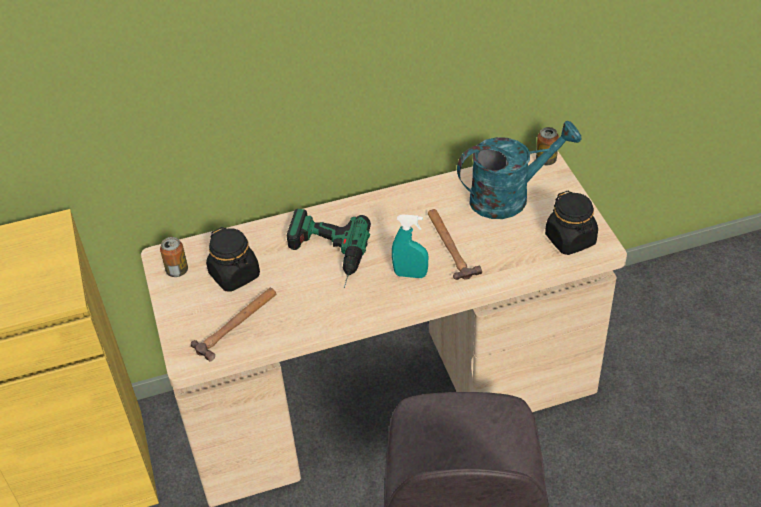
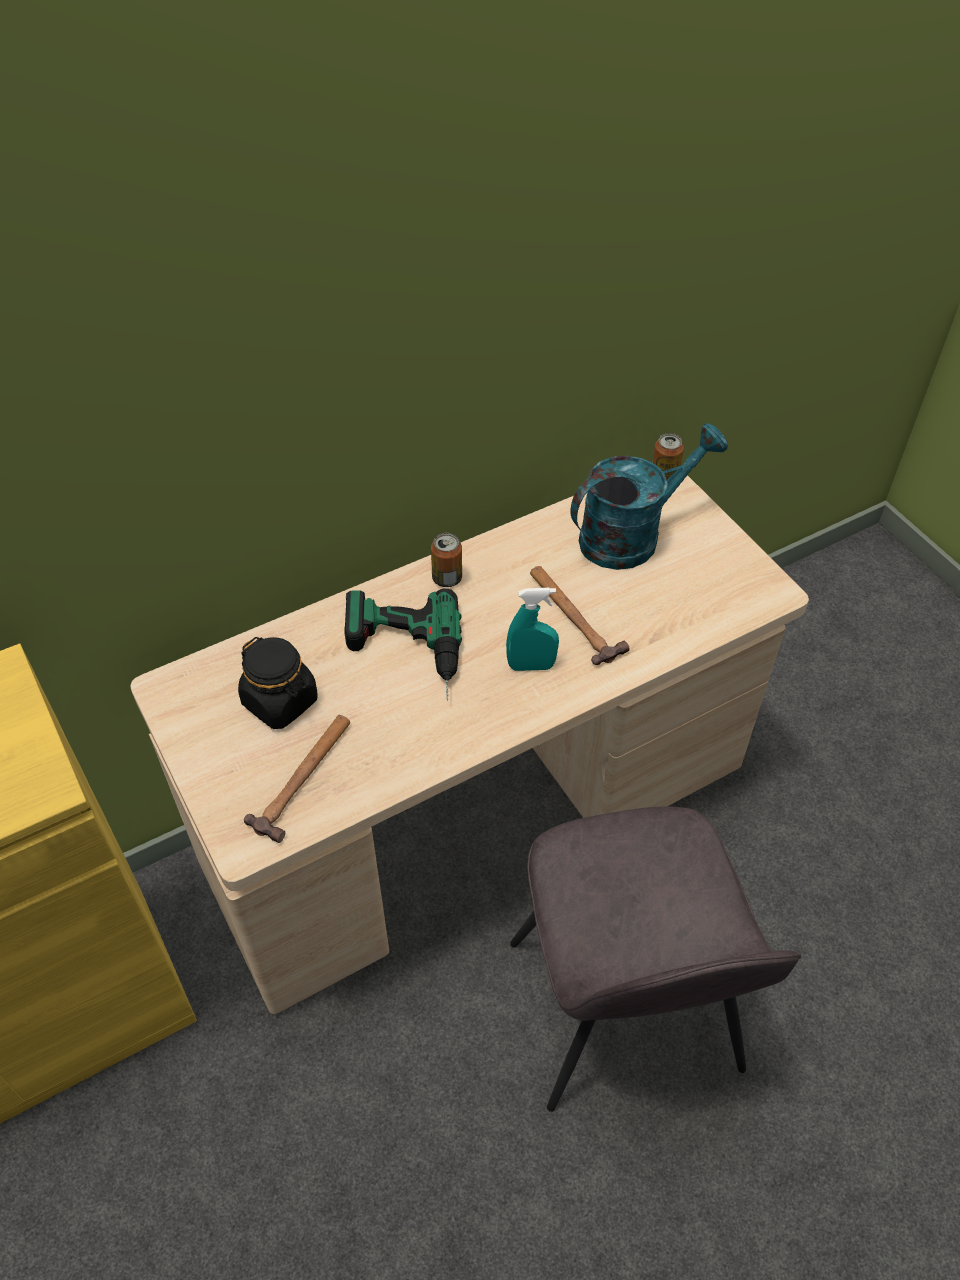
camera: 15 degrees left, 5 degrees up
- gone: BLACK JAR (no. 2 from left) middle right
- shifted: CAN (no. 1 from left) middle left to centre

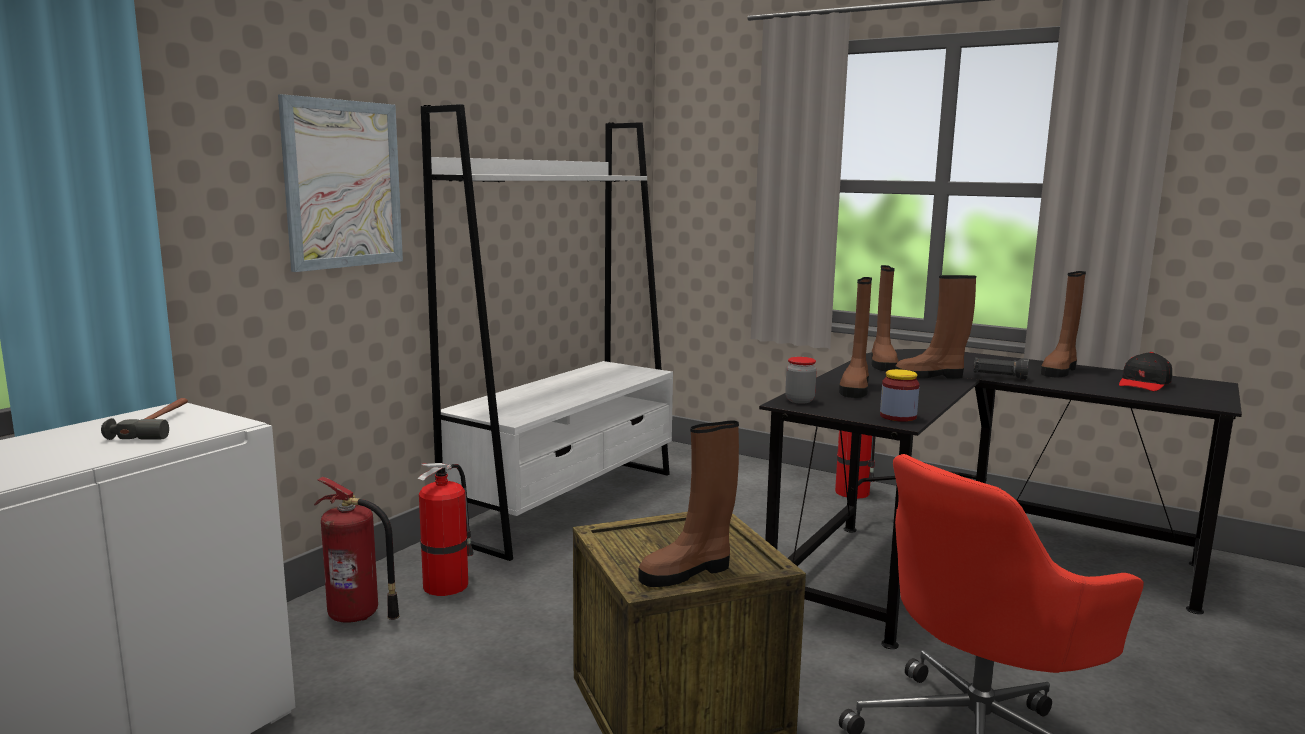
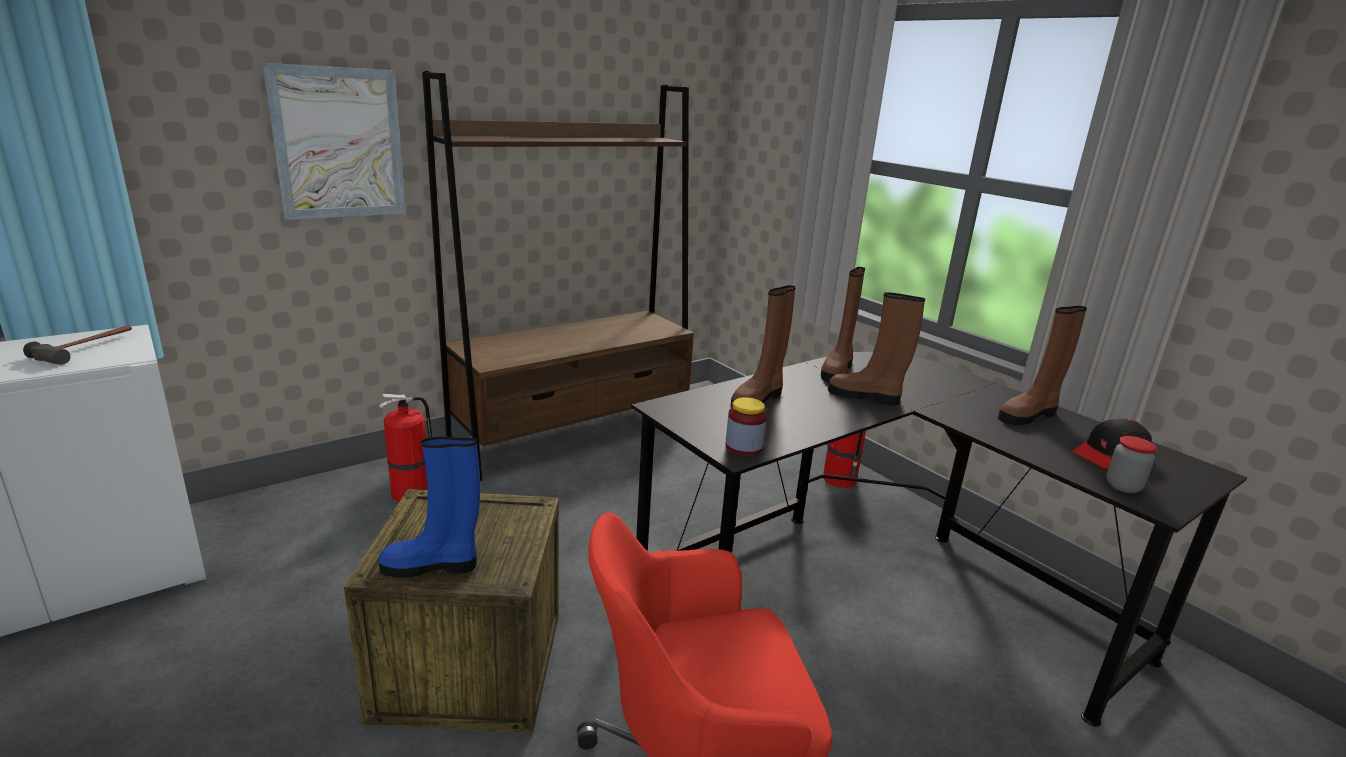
camera: 20 degrees right, 10 degrees up
- repainted: WHITE BOOKCASE centre to BROWN BOOKCASE centre
- shifted: JAR (no. 1 from left in the first image) centre to JAR (no. 2 from left) middle right
- gone: BLACK FLASHLIGHT middle right
- repainted: BROWN BOOT (no. 1 from left) bottom centre to BLUE BOOT bottom left
- gone: FIRE EXTINGUISHER (no. 1 from left) bottom left

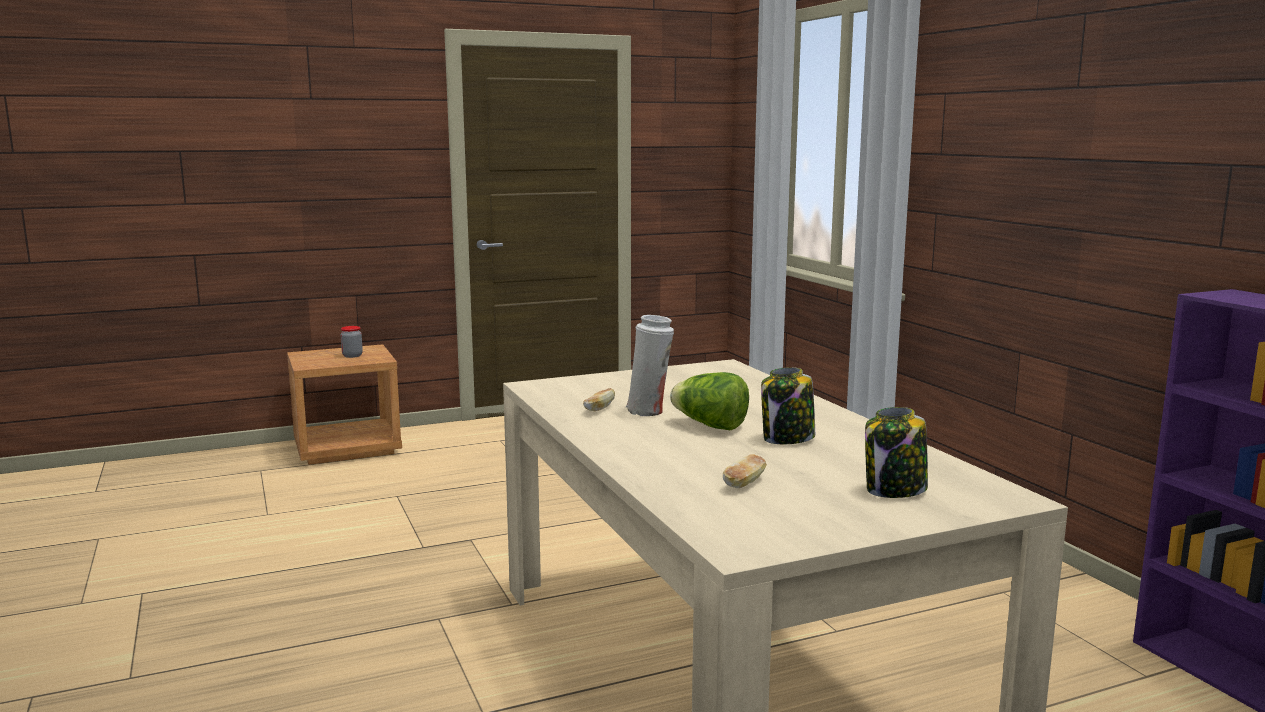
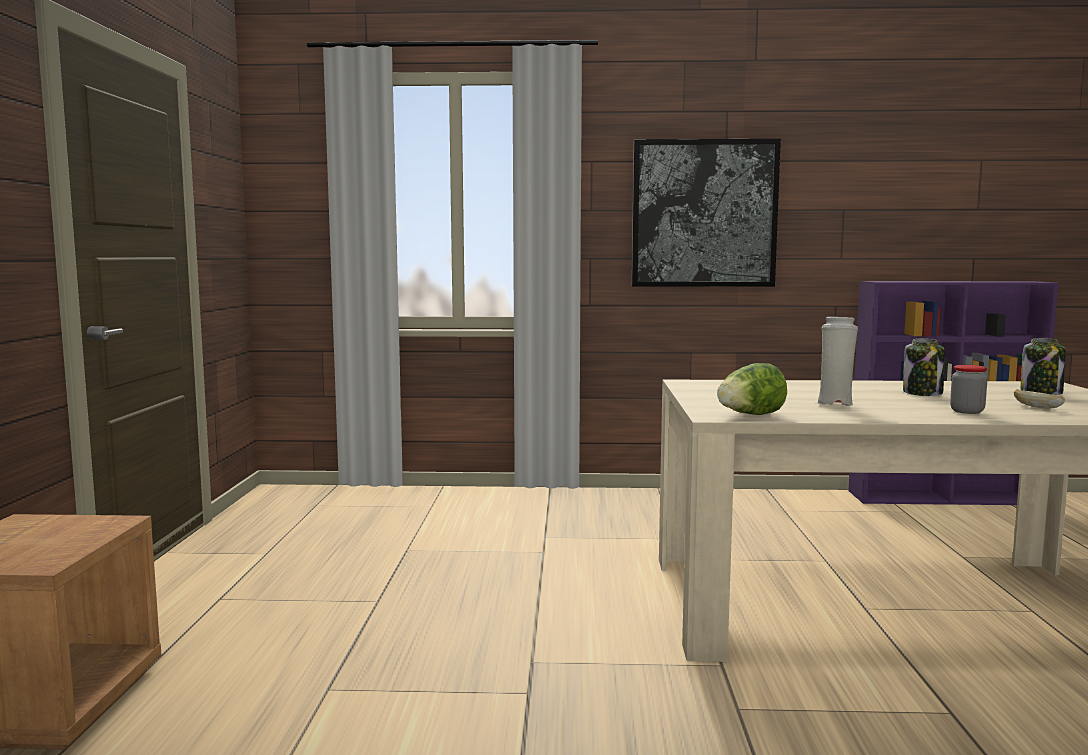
camera: 65 degrees left, 5 degrees down
- shifted: JAR (no. 1 from left in the first image) middle left to JAR (no. 2 from left) middle right
- shifted: LETTUCE centre to middle right
- gone: BREAD (no. 1 from left) centre
- new: PICTURE top centre

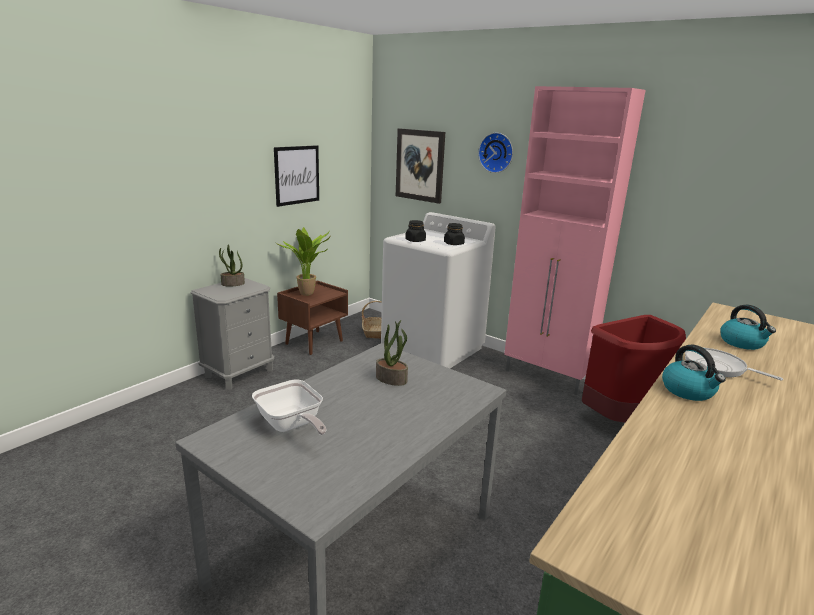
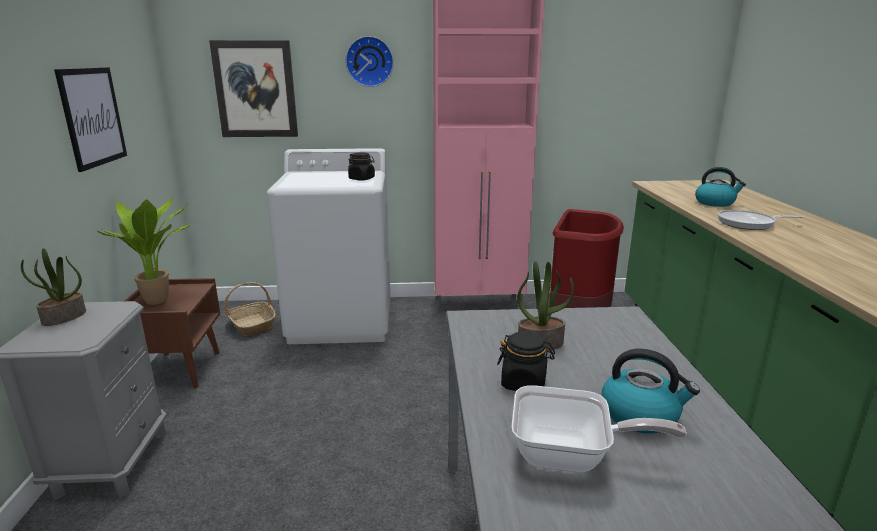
camera: 40 degrees left, 0 degrees up
- shifted: BLACK JAR (no. 1 from left in the first image) centre to BLACK JAR (no. 2 from left) bottom centre
- shifted: KETTLE (no. 1 from left) middle right to bottom right

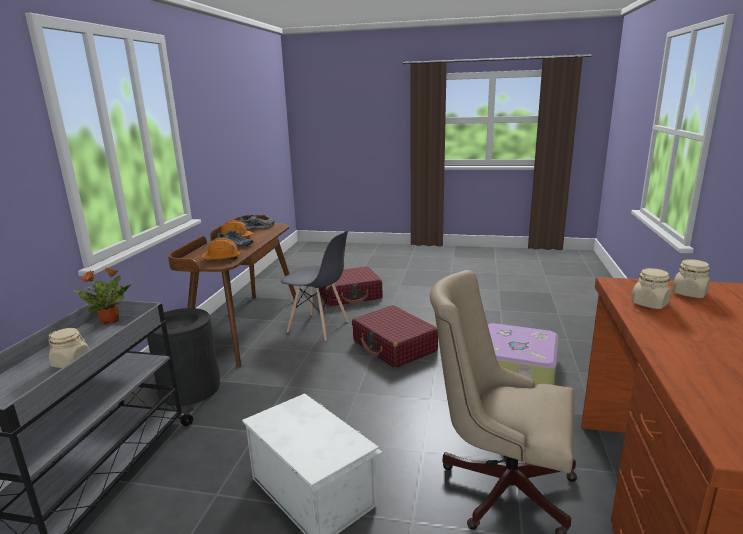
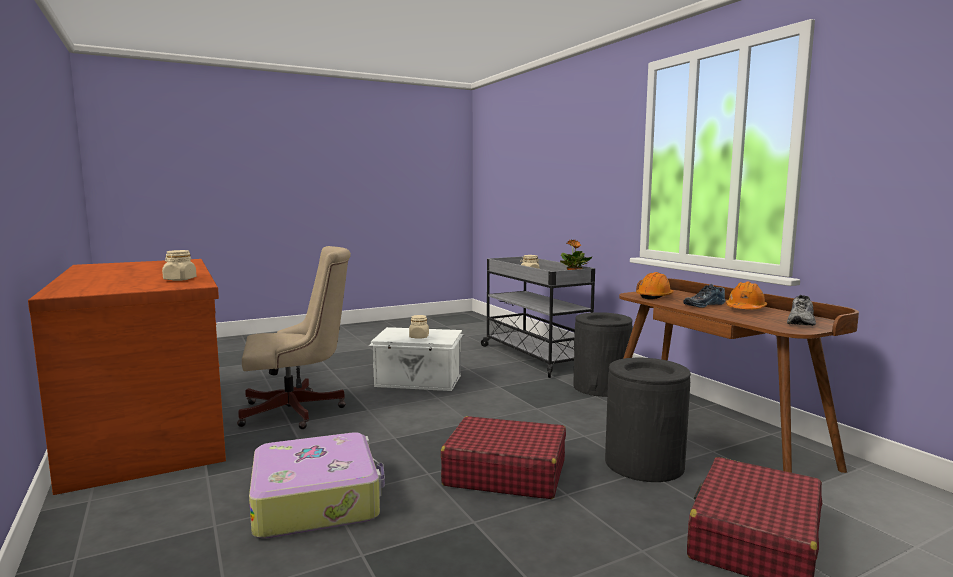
camera: 140 degrees right, 10 degrees down
- swapped: GREY CHAIR centre to BLACK TRASH CAN (no. 2 from left) bottom right
- shifted: BEIGE JAR (no. 3 from left in the first image) middle right to BEIGE JAR (no. 2 from left) centre

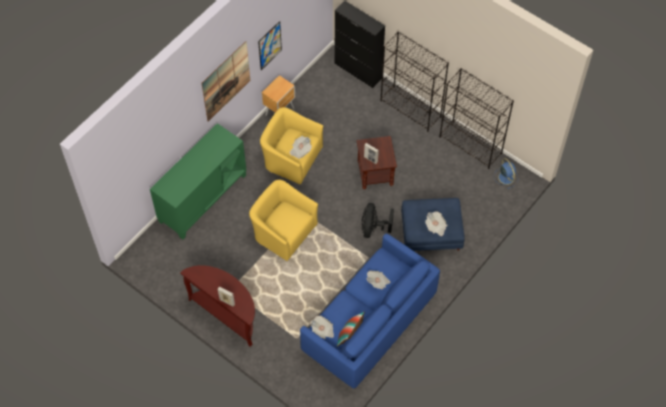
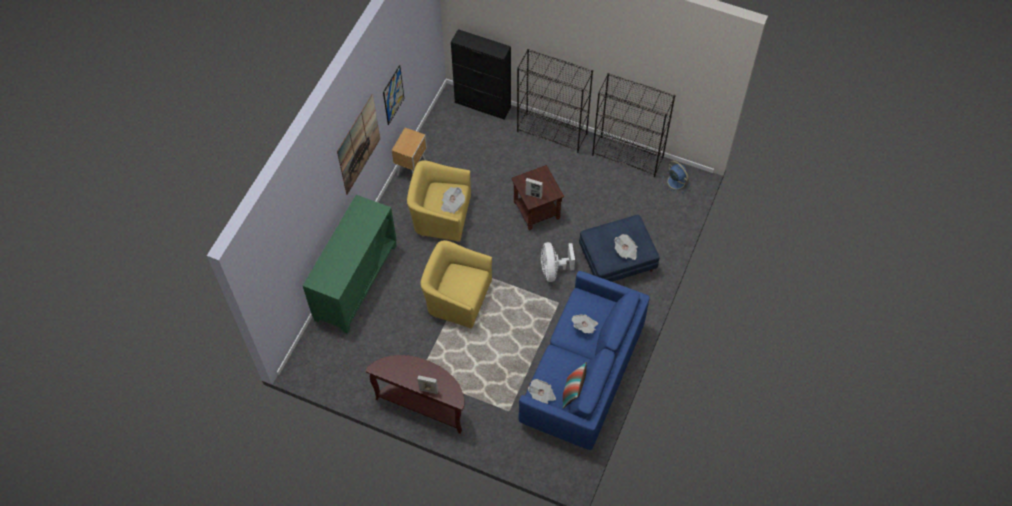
camera: 15 degrees left, 0 degrees up
- repainted: BLACK FAN centre to WHITE FAN centre

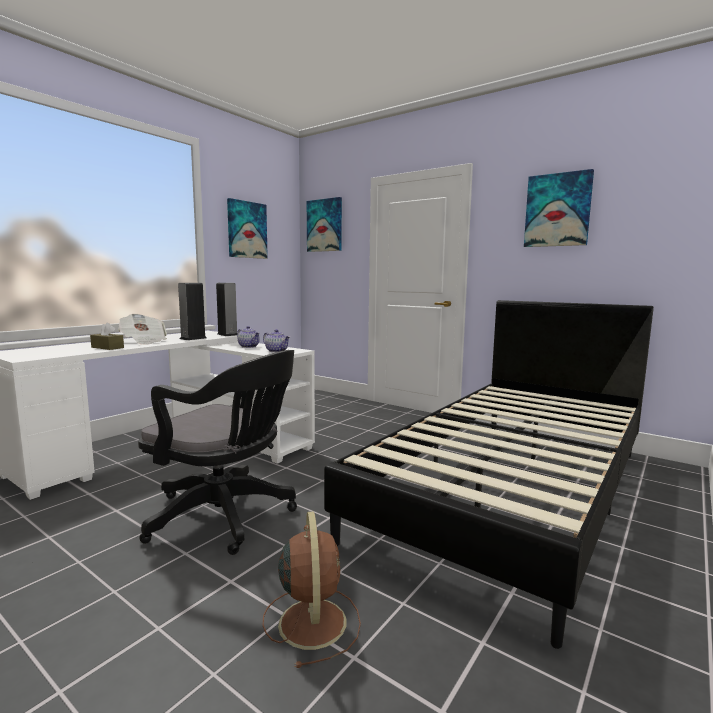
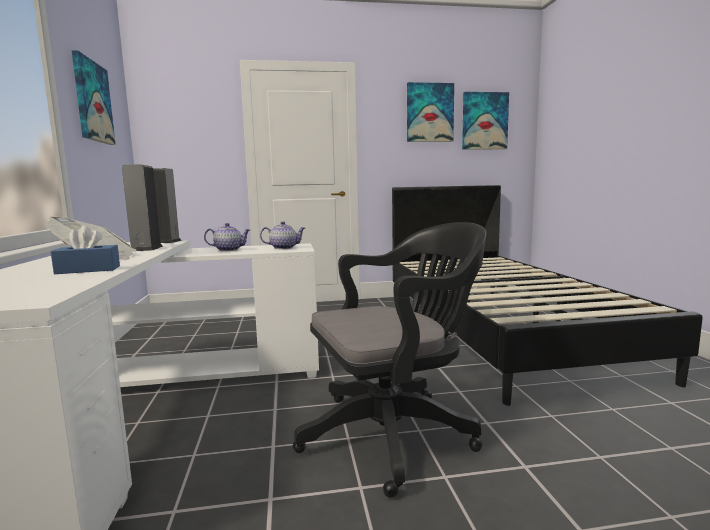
camera: 45 degrees left, 0 degrees up
- shifted: PICTURE (no. 2 from left in the first image) top centre to PICTURE (no. 3 from left) top right
- repainted: BROWN TISSUE BOX middle left to BLUE TISSUE BOX middle left
- gone: BROWN FAN bottom centre

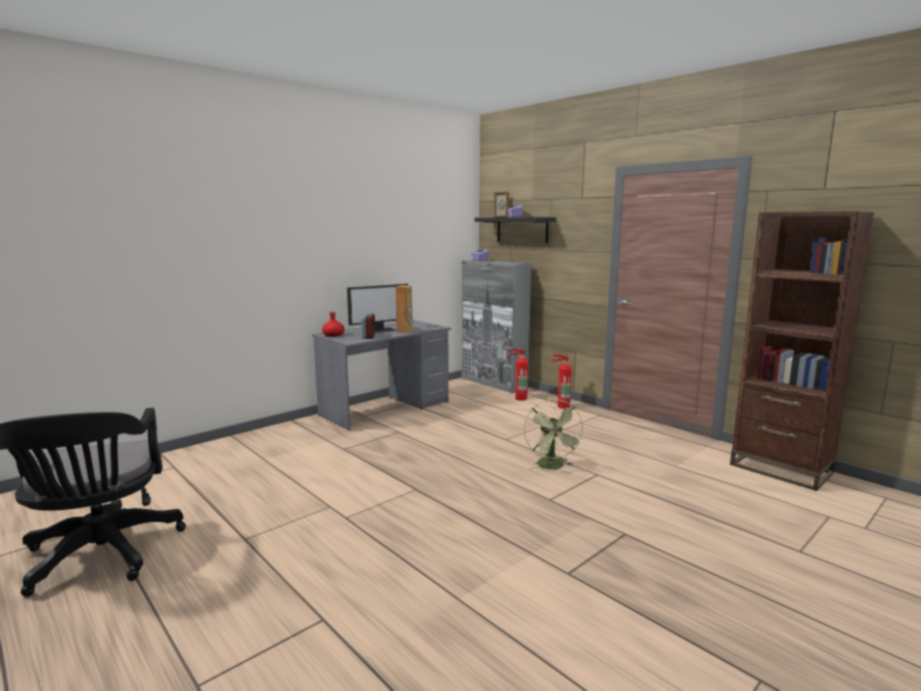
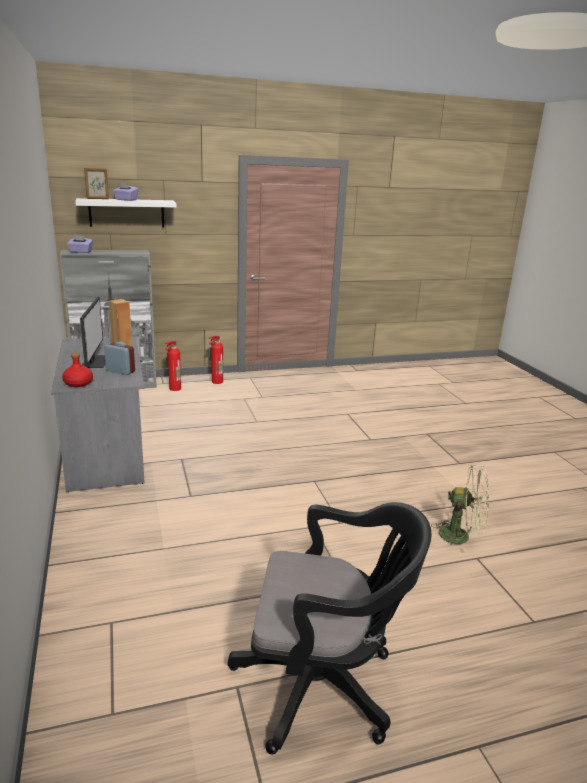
camera: 65 degrees left, 10 degrees up
- gone: BROWN BOOKCASE middle right
- repainted: BLACK SHELF top centre to WHITE SHELF top left
- shifted: GREEN FAN centre to middle right

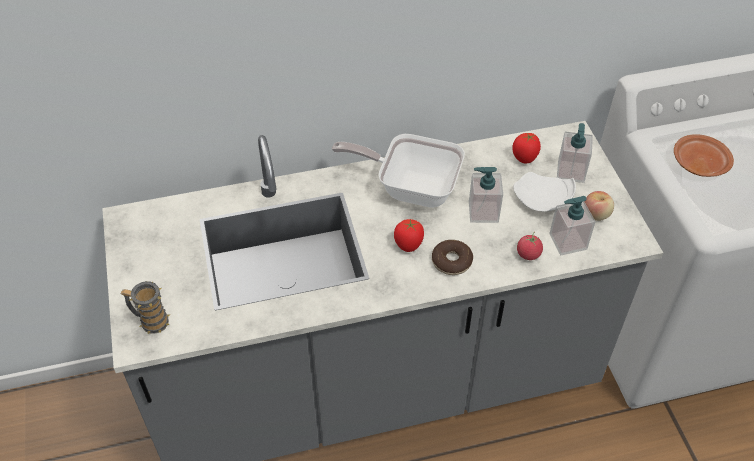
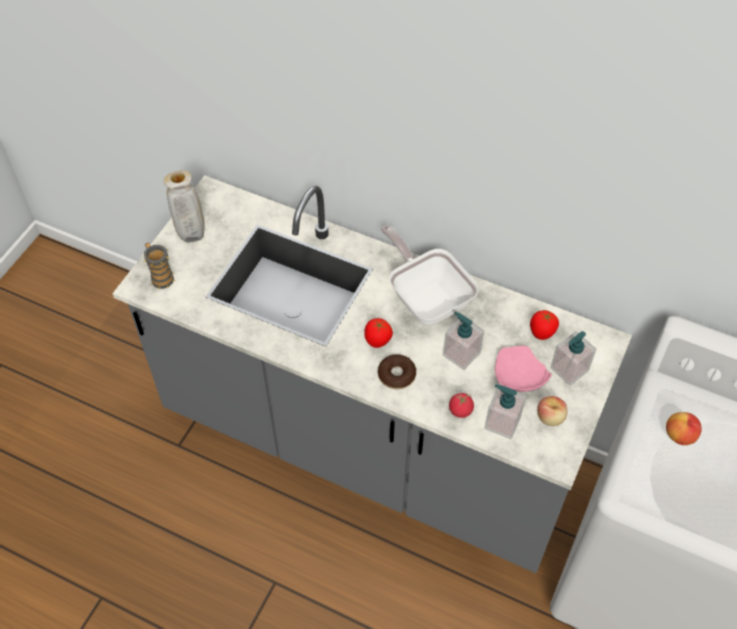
camera: 40 degrees right, 5 degrees up
- swapped: BROWN PLATE middle right to APPLE (no. 2 from left) bottom right
- repainted: WHITE PLATE middle right to PINK PLATE middle right
- new: BEIGE VASE top left

